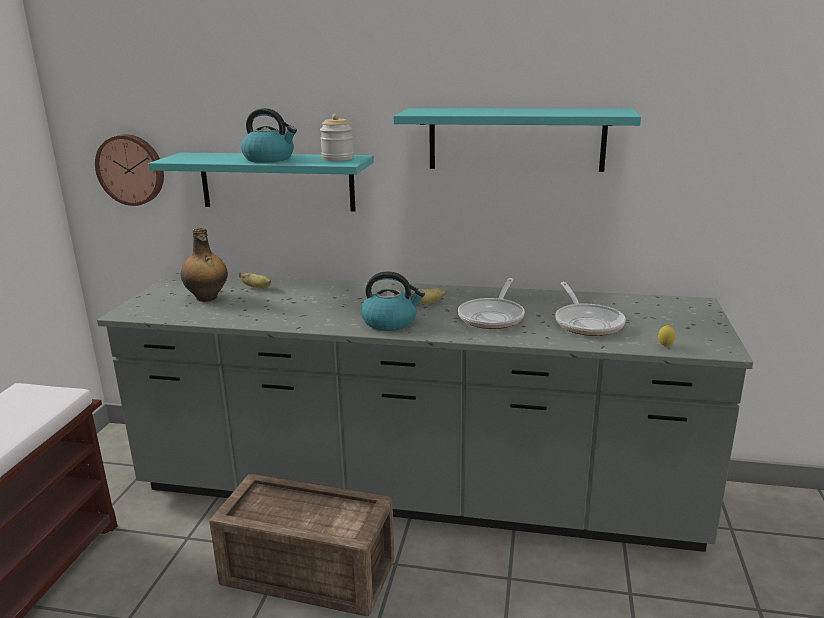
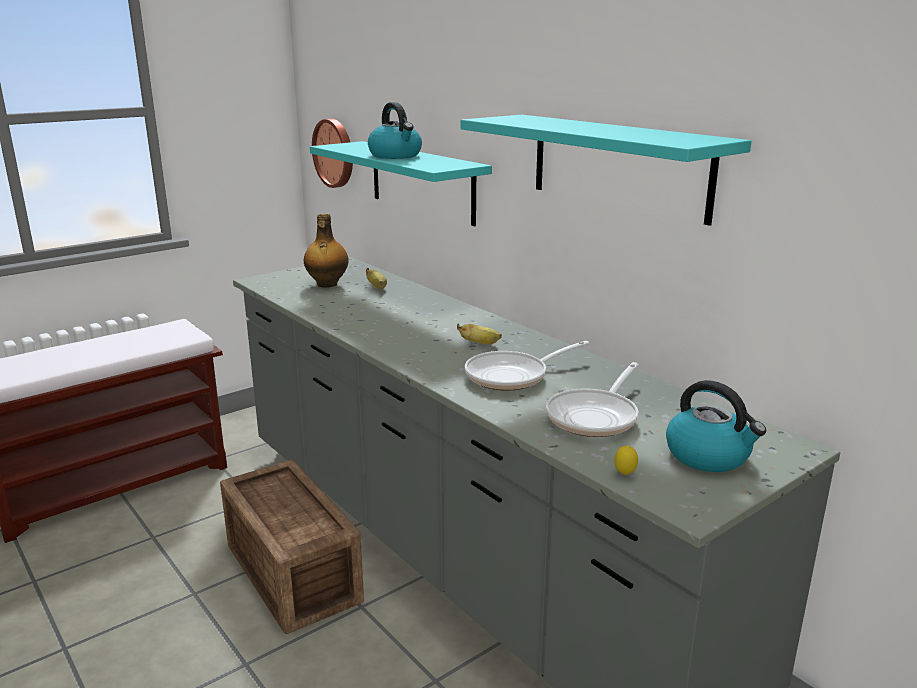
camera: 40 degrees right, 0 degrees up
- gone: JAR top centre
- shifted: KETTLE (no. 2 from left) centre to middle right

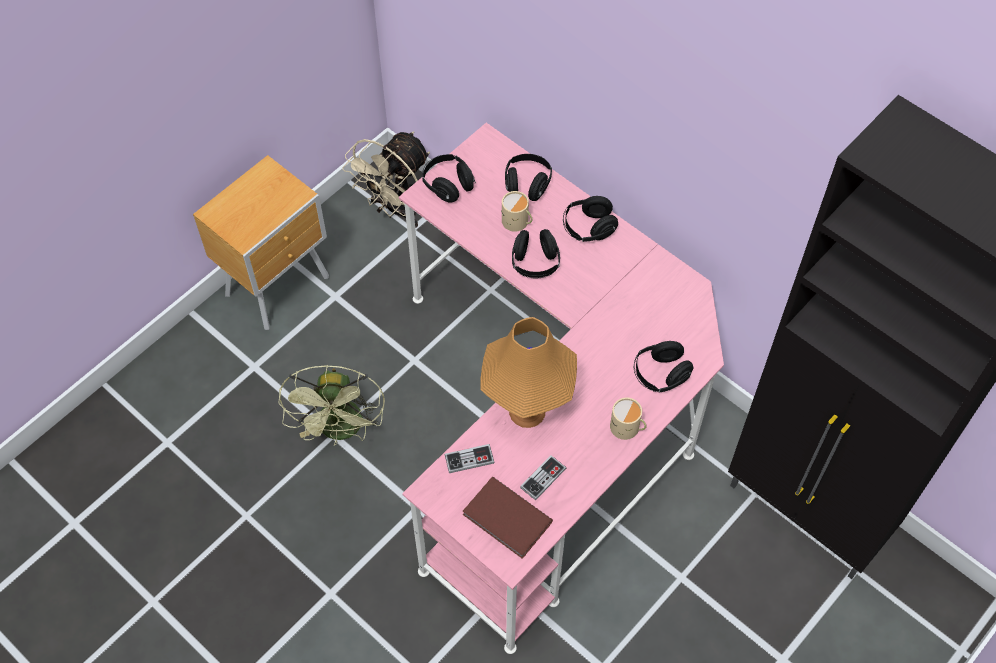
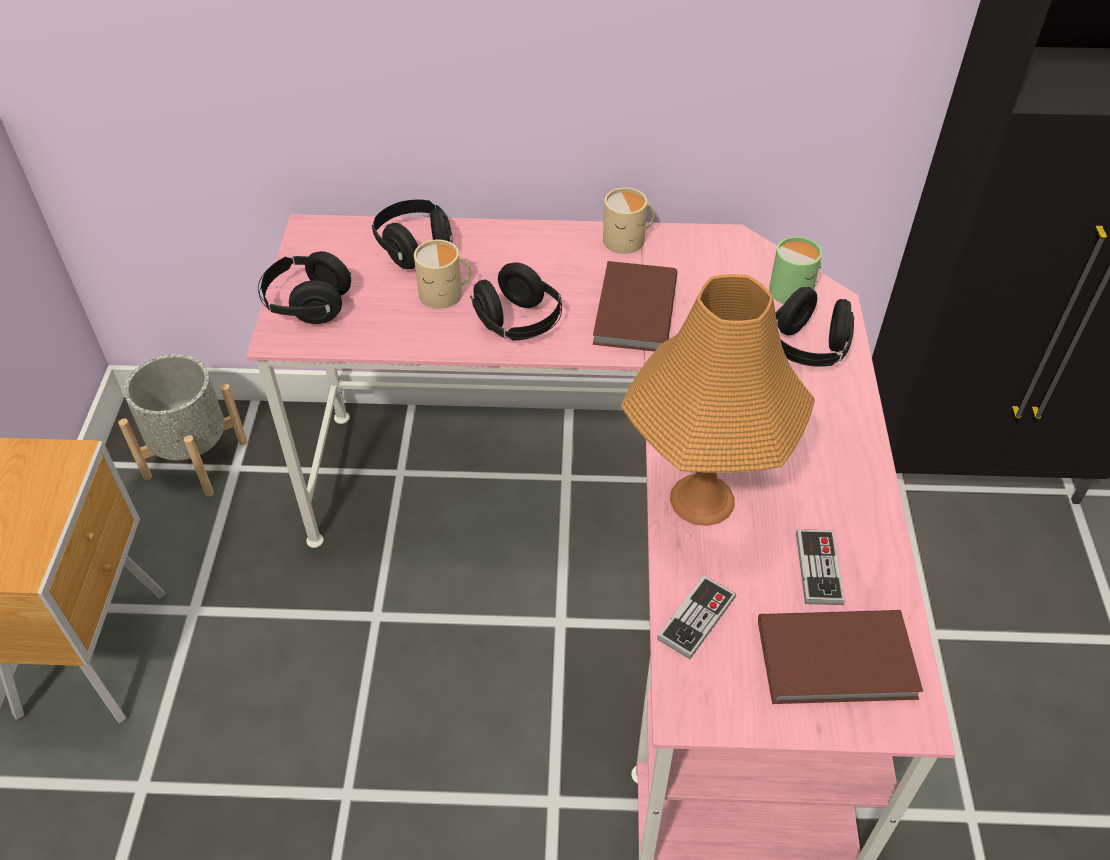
camera: 40 degrees left, 10 degrees down
- swapped: BEIGE FAN top centre to GREY PLANTER middle left
- gone: BLACK HEADPHONES (no. 4 from left) top centre
- gone: GREEN FAN middle left
- shifted: BEIGE MUG (no. 2 from left) centre to top centre
- new: GREEN MUG top right
- new: BROWN BOOK (no. 1 from left) centre

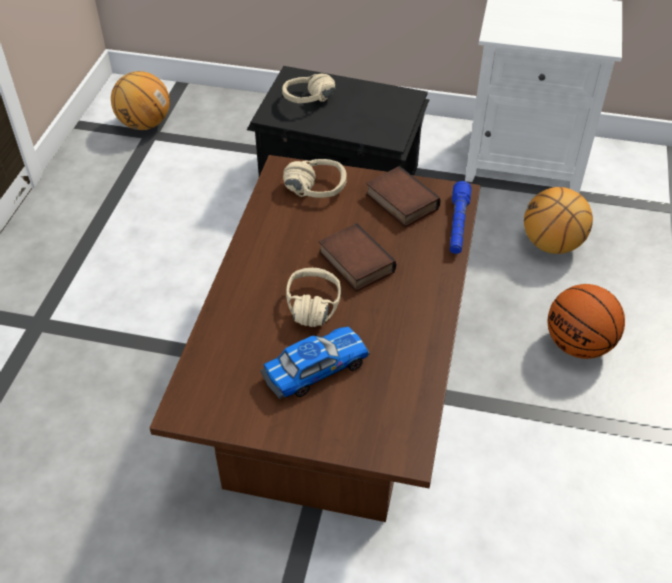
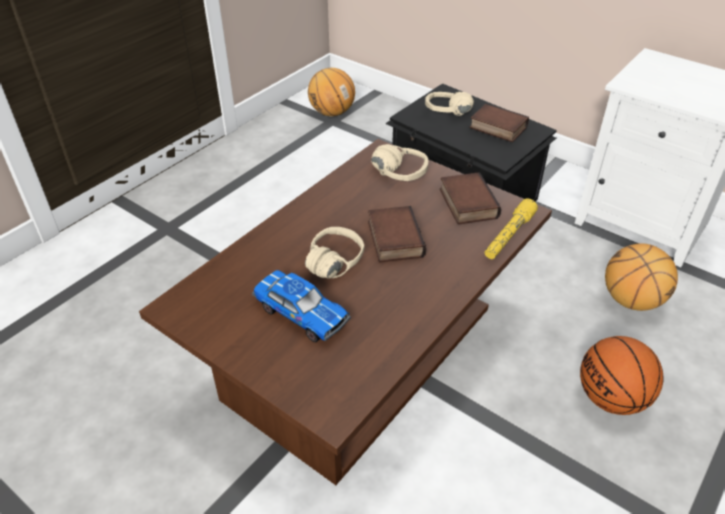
camera: 25 degrees right, 5 degrees down
- repainted: BLUE FLASHLIGHT middle right to YELLOW FLASHLIGHT middle right
- rotated: TOY CAR centre = centre 45 degrees clockwise
- new: BOOK (no. 3 from left) top right

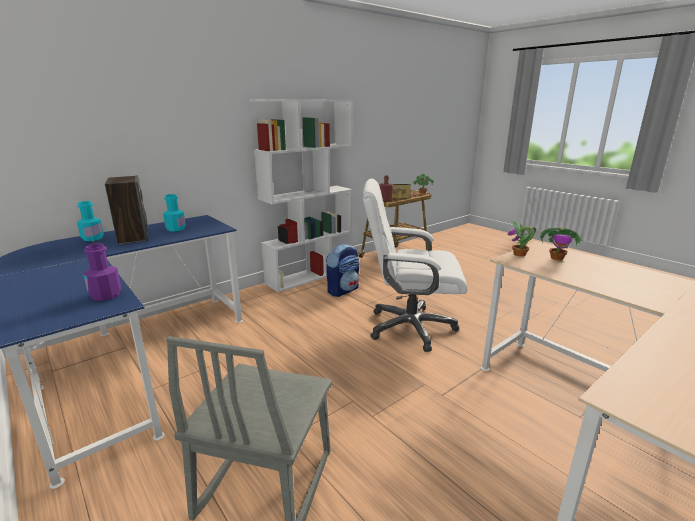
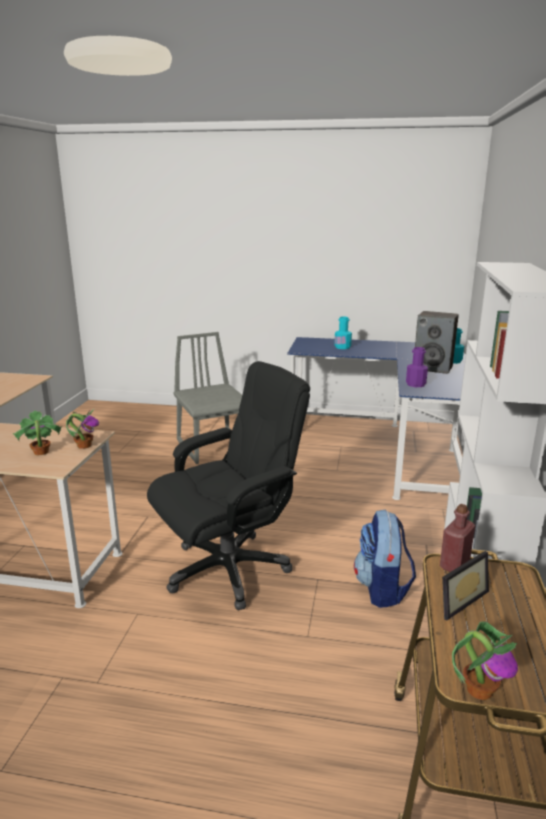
camera: 140 degrees right, 0 degrees up
- repainted: WHITE OFFICE CHAIR centre to BLACK OFFICE CHAIR centre
- shifted: TURQUOISE BOTTLE (no. 2 from left in the first image) middle left to TURQUOISE BOTTLE (no. 1 from left) centre
- shifted: PURPLE BOTTLE middle left to middle right

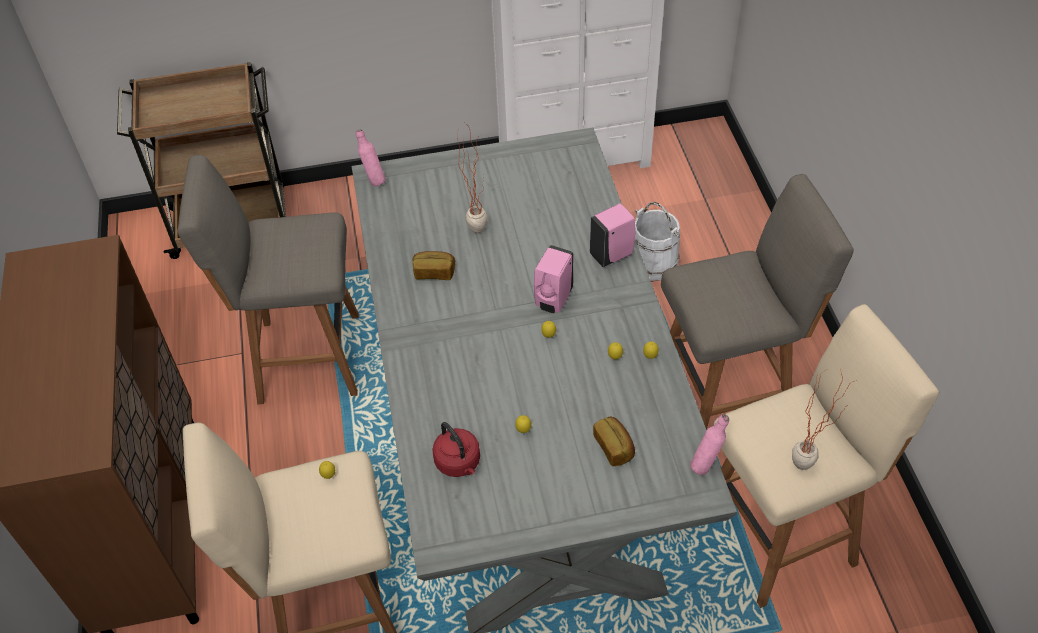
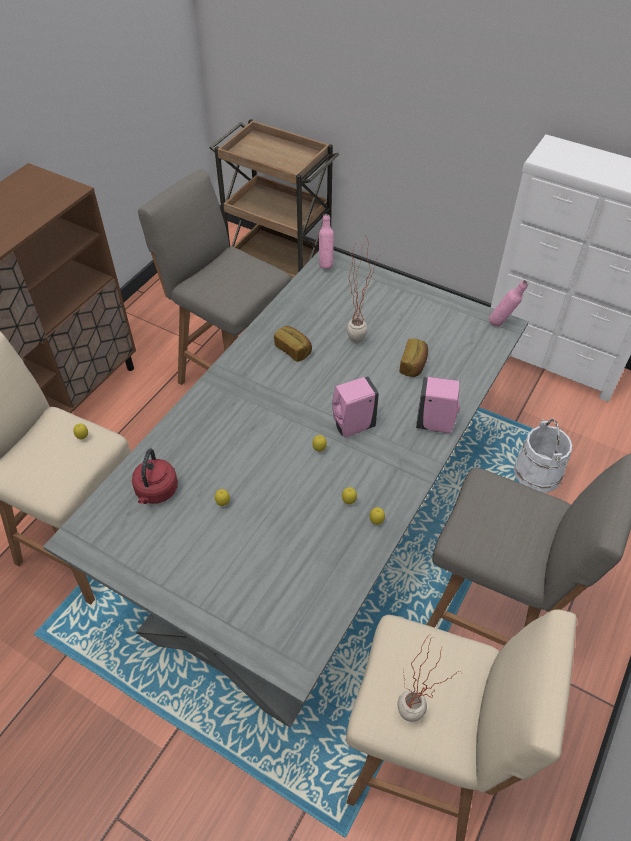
camera: 40 degrees right, 0 degrees up
- shifted: PINK BOTTLE (no. 2 from left) bottom right to middle right
- shifted: BREAD (no. 2 from left) bottom centre to centre

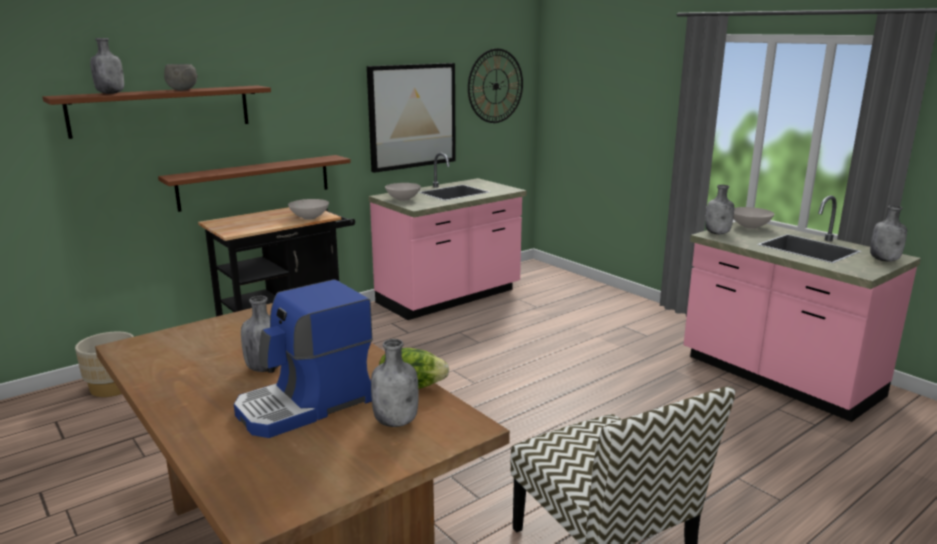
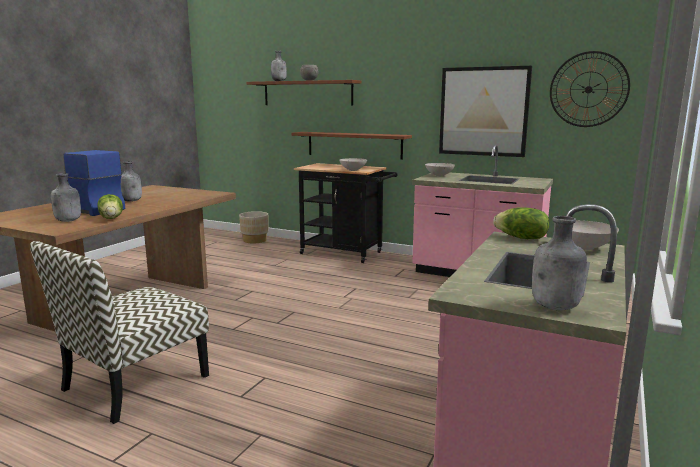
camera: 65 degrees right, 5 degrees down
- swapped: GREY BOTTLE (no. 4 from left) middle right to LETTUCE (no. 2 from left) middle right

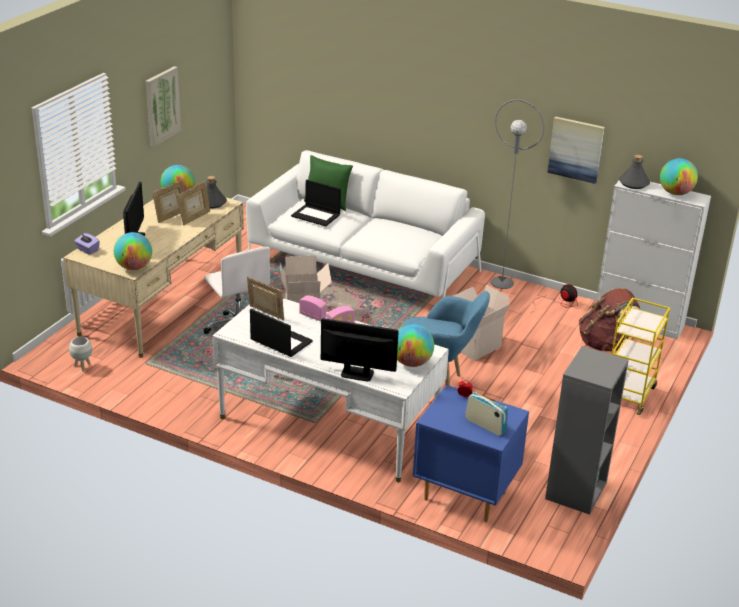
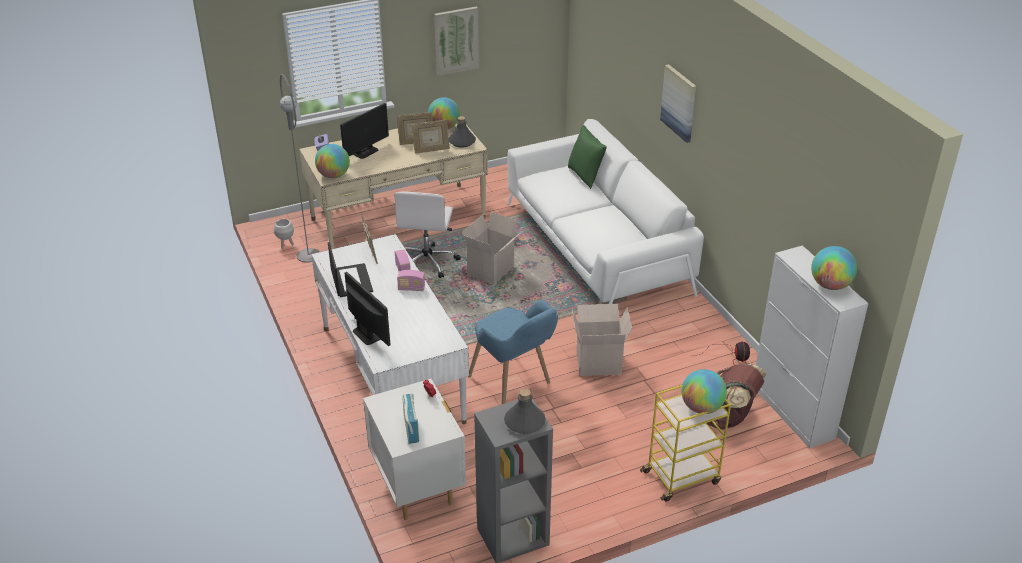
camera: 40 degrees right, 5 degrees up
- shifted: GREY FLOOR LAMP top right to top left
- shifted: PICTURE (no. 2 from left) top right to top centre
- shifted: GREY BOTTLE (no. 2 from left) top right to bottom centre
- gone: LAPTOP (no. 2 from left) centre
- shifted: GLOBE (no. 3 from left) centre to bottom right
- repainted: BLUE NIGHTSTAND bottom centre to WHITE NIGHTSTAND bottom centre

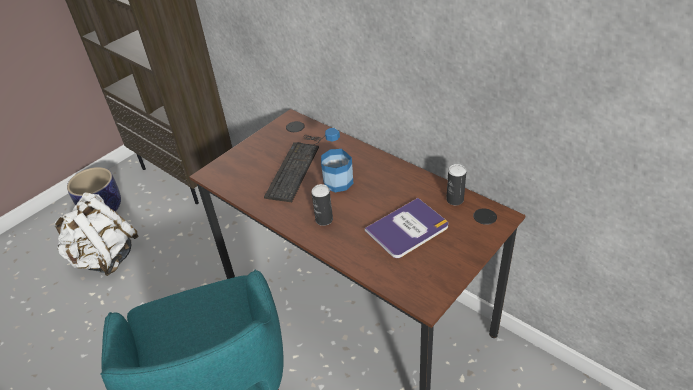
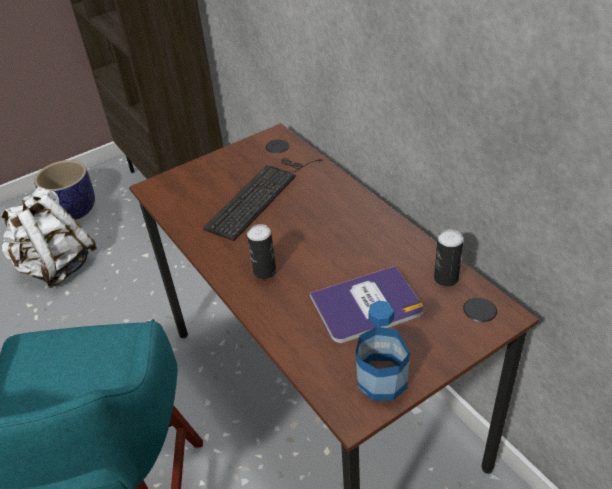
camera: 15 degrees right, 0 degrees up
- shifted: BOTTLE centre to bottom centre

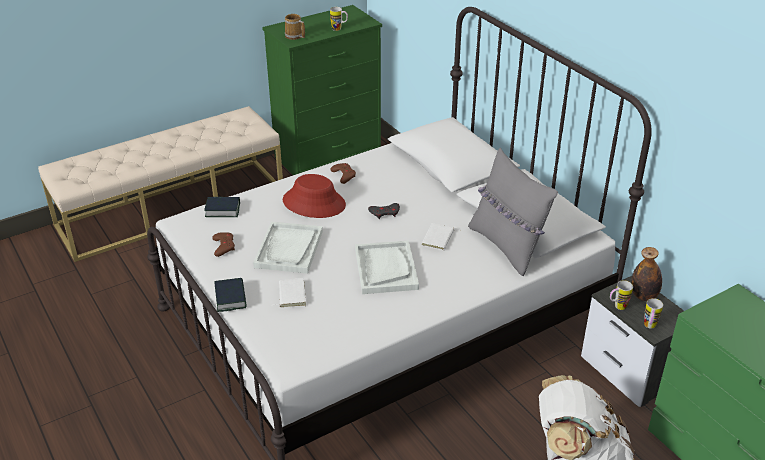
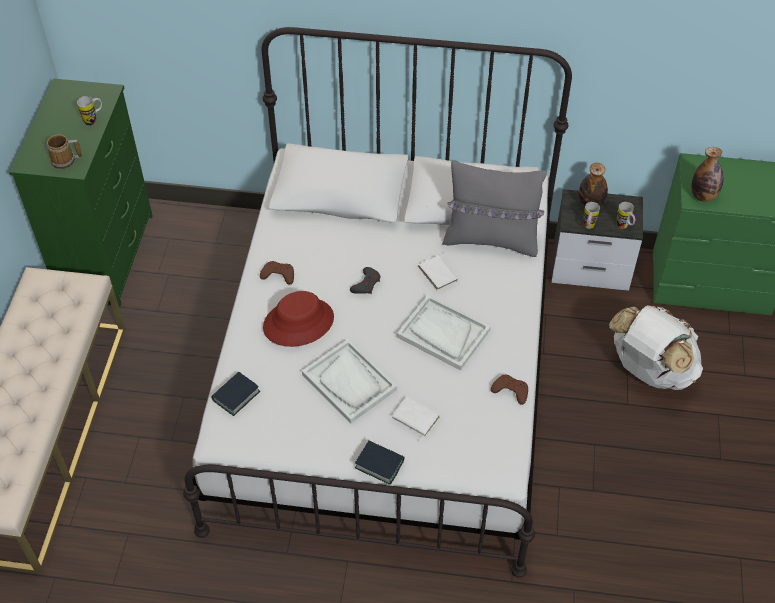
camera: 50 degrees left, 15 degrees up
- shifted: BROWN GAME CONTROLLER (no. 1 from left in the first image) middle left to BROWN GAME CONTROLLER (no. 2 from left) centre
- new: BOTTLE (no. 2 from left) top right

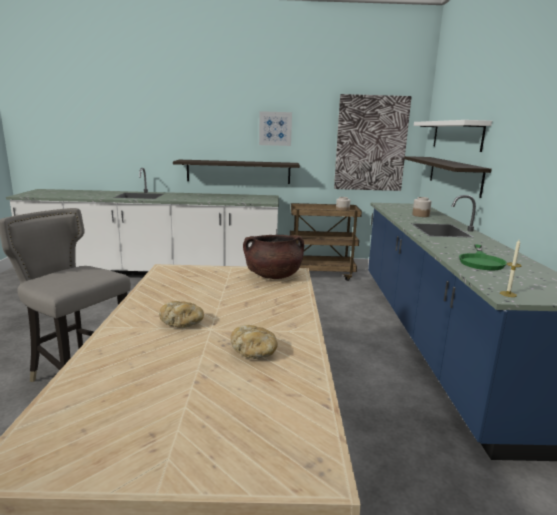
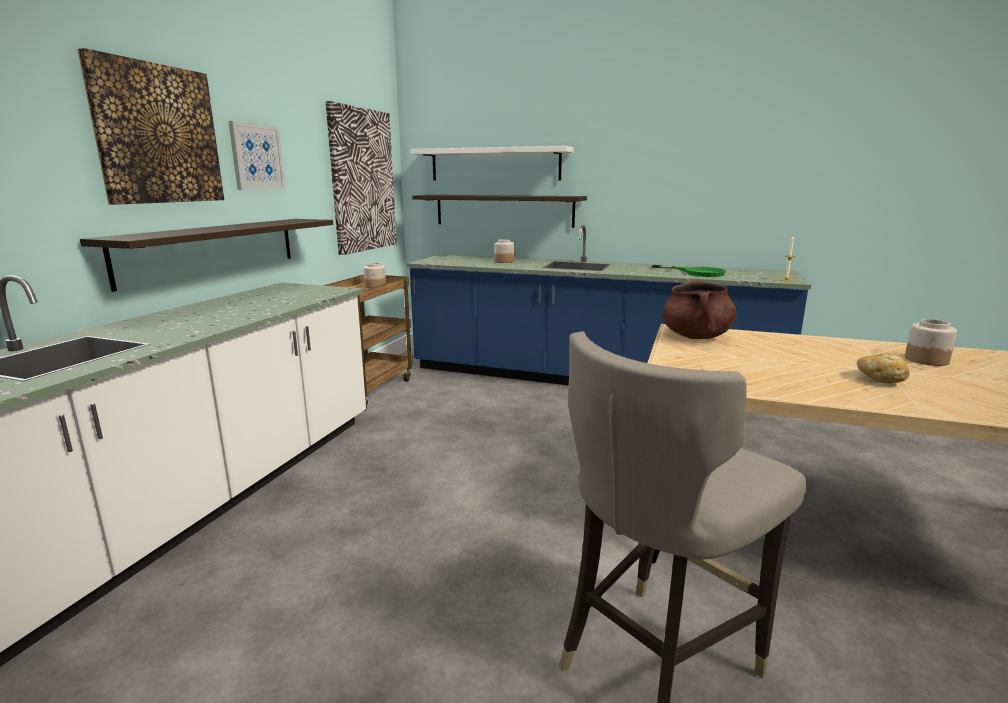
camera: 70 degrees left, 0 degrees up
- swapped: BREAD (no. 2 from left) centre to JAR (no. 3 from left) middle right
- new: PICTURE (no. 1 from left) top left

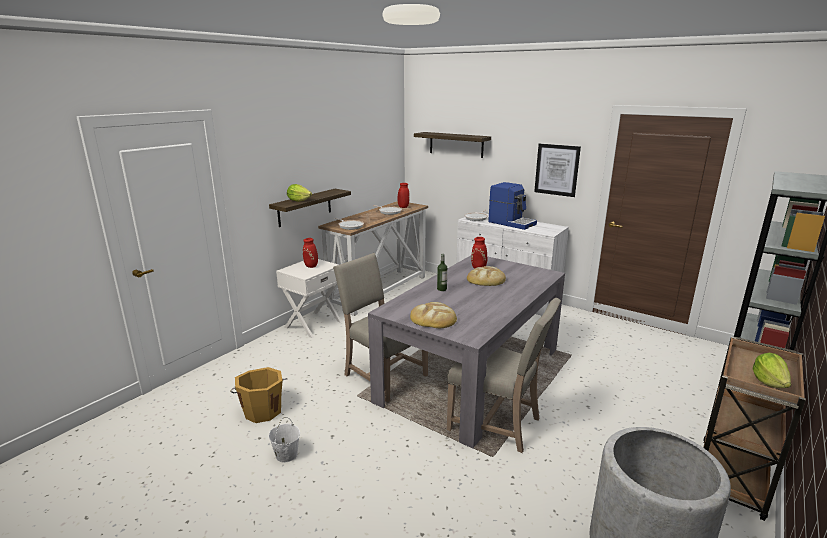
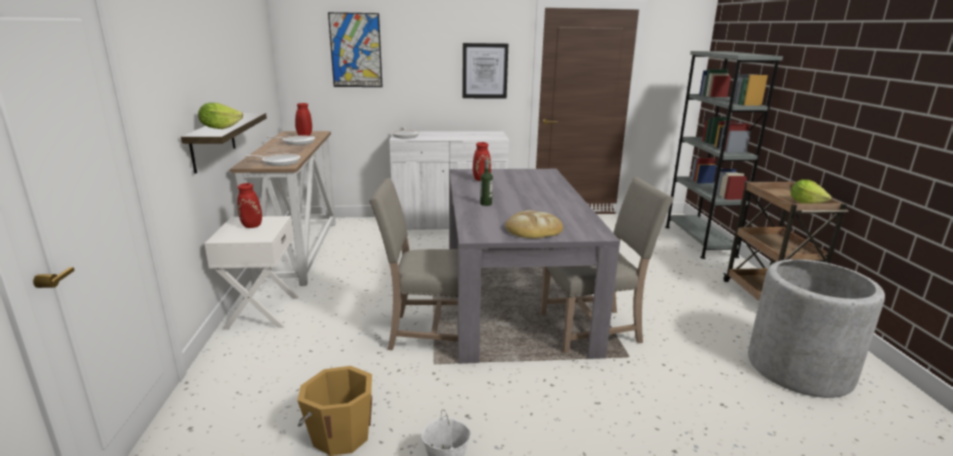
camera: 40 degrees left, 0 degrees up
- swapped: SHELF (no. 2 from left) top centre to PICTURE (no. 1 from left) top centre
- gone: COFFEE MACHINE centre
- gone: BREAD (no. 2 from left) centre

